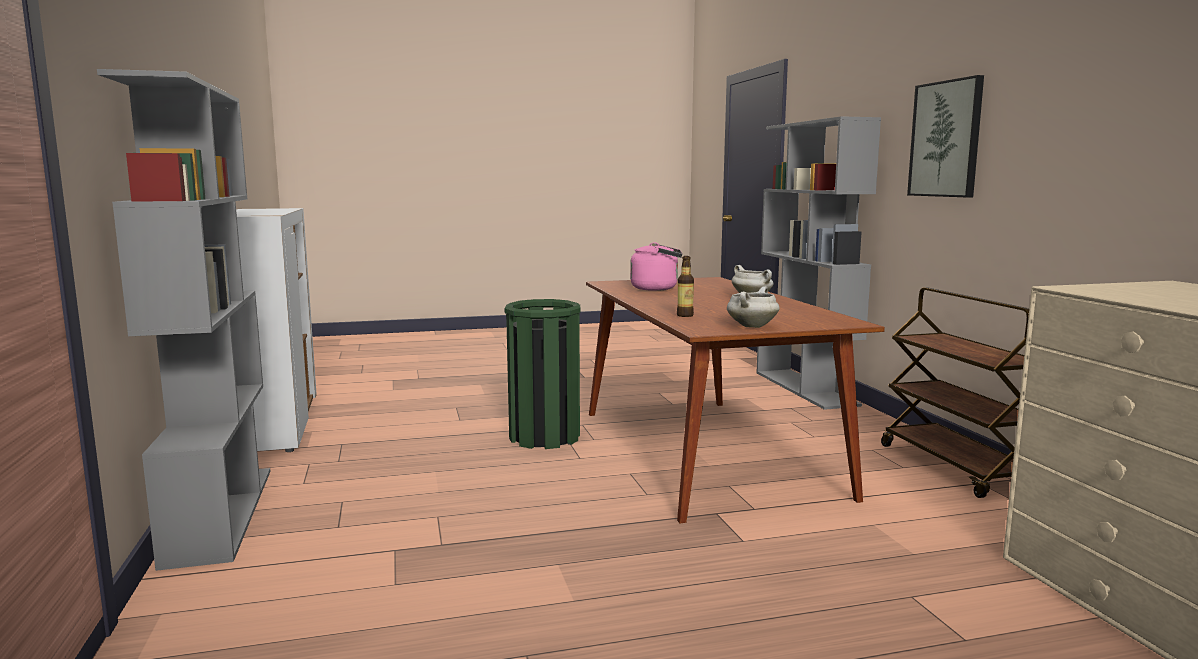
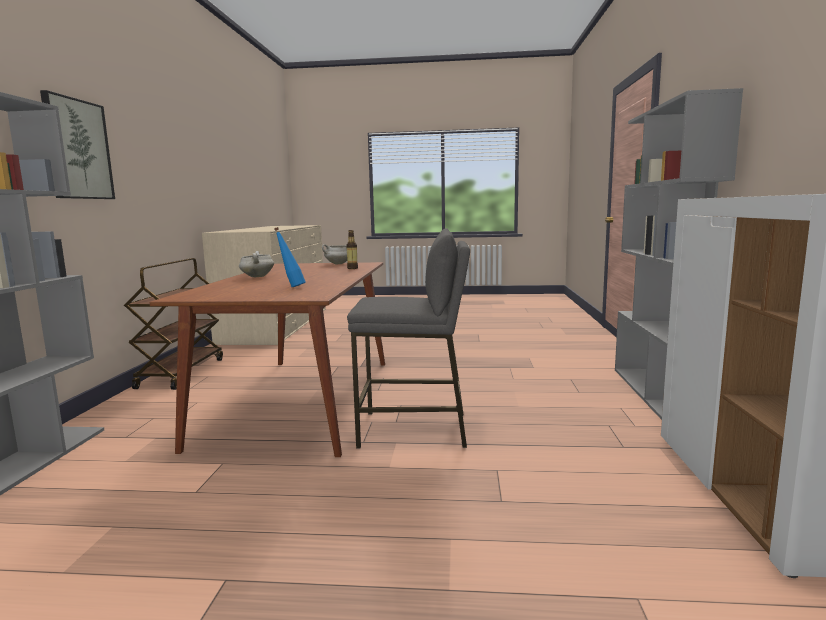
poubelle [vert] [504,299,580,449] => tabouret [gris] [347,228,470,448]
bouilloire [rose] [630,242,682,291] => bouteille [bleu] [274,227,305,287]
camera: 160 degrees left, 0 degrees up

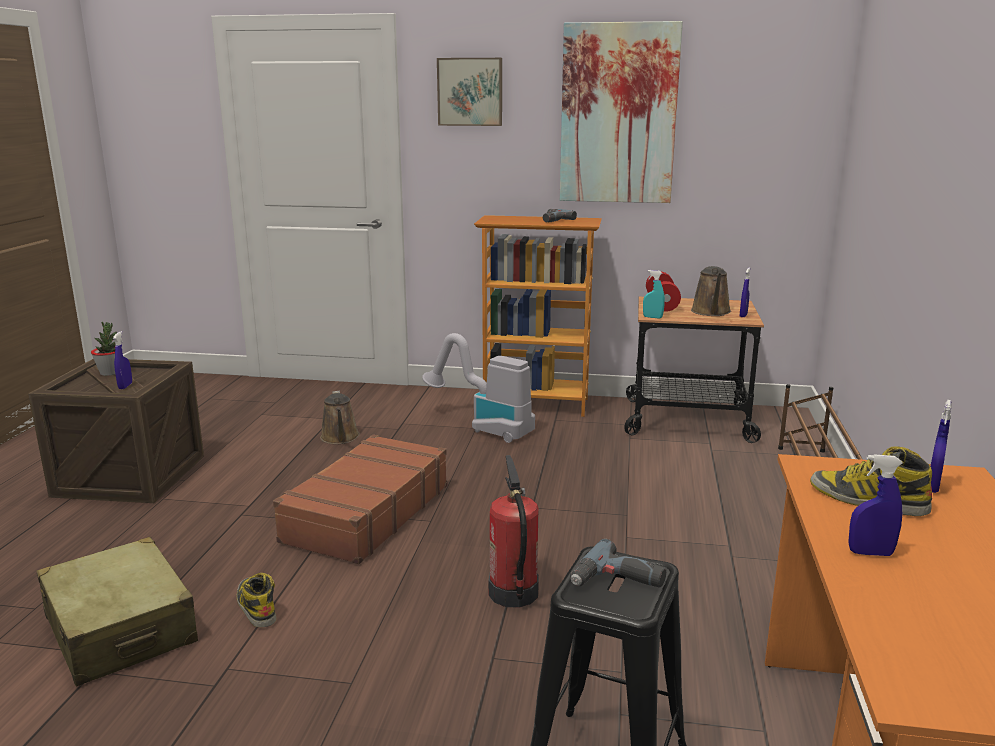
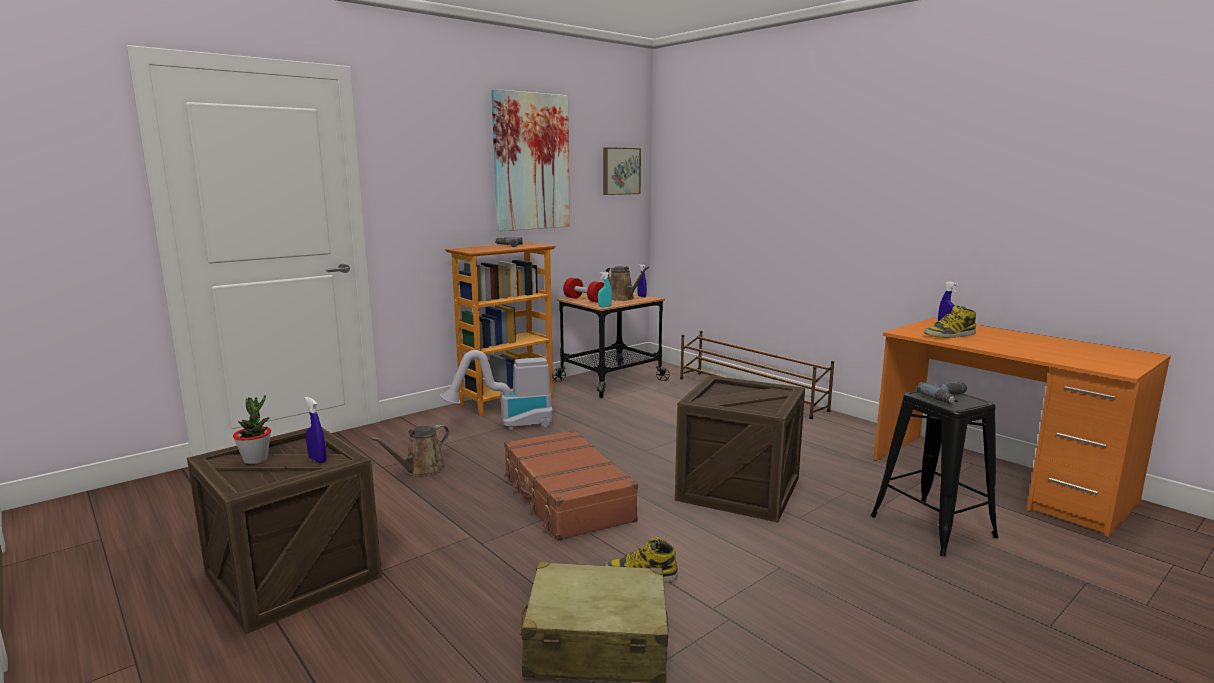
vaporisateur [bleu] [848,454,903,556] => nothing
tableau [437,58,502,126] => tableau [603,147,641,195], moved
extincteur [489,455,539,608] => caisse [675,375,805,522]
arrosoir [marron] [320,391,360,444] => arrosoir [marron] [371,424,449,477], 105 degrees clockwise
camera: 50 degrees left, 5 degrees down

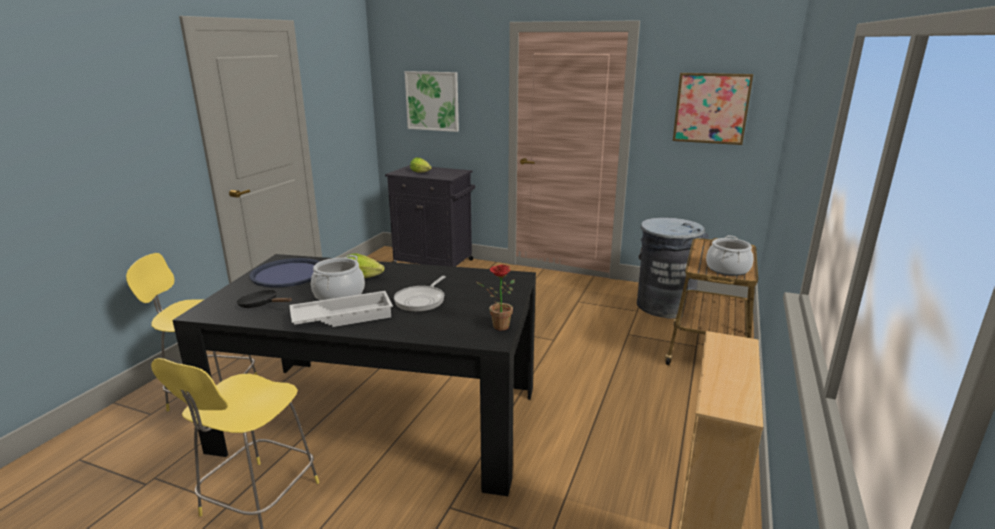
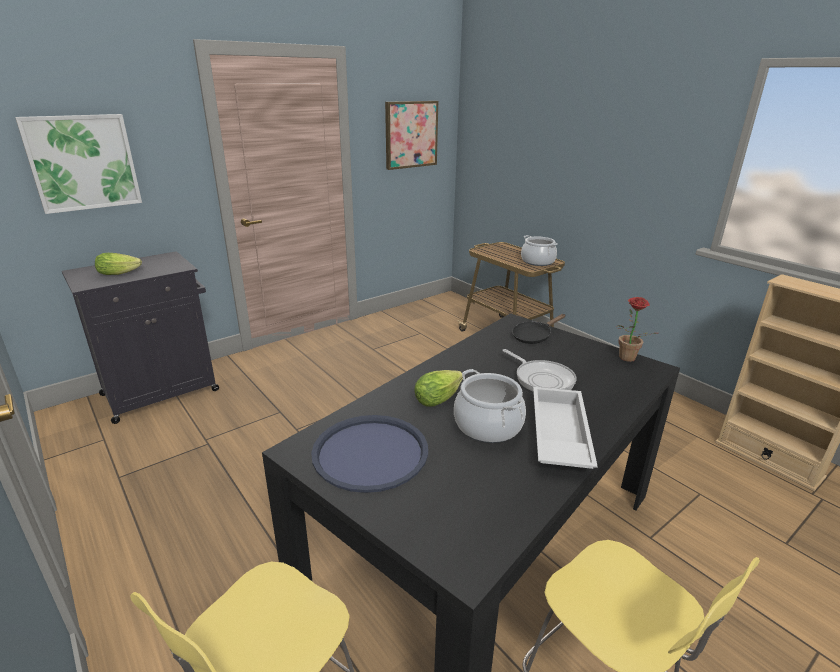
poubelle [gris] [637,218,709,319] => nothing
poêle [noir] [236,290,292,308] => poêle [noir] [512,314,566,344], moved
camera: 60 degrees left, 5 degrees up

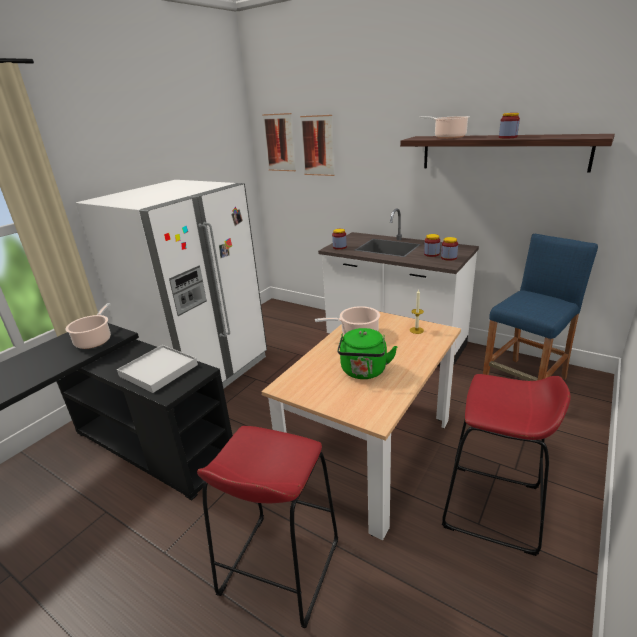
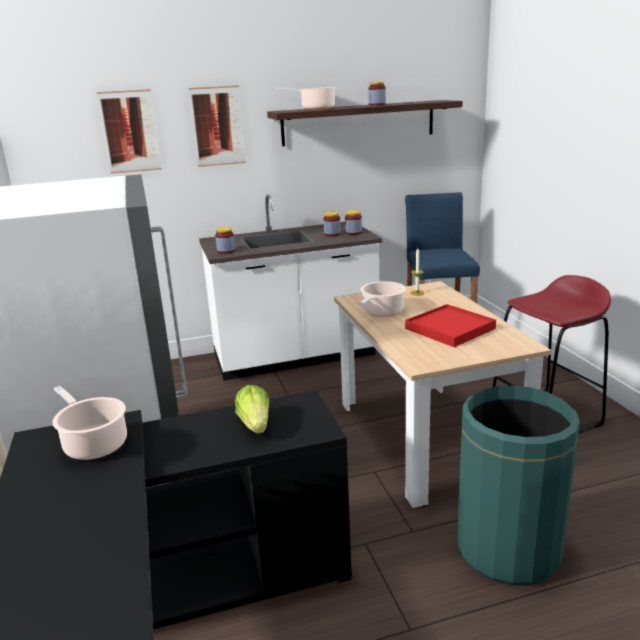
tableau [262,113,296,171] => tableau [189,85,246,167], moved
plateau [blanc] [117,345,198,393] => laitue [235,385,270,433]
tabouret [rouge] [197,426,338,628] => poubelle [vert] [457,386,580,585]
bouilloire [vert] [337,328,398,379] => plateau [rouge] [405,304,496,347]
camera: 50 degrees left, 5 degrees down

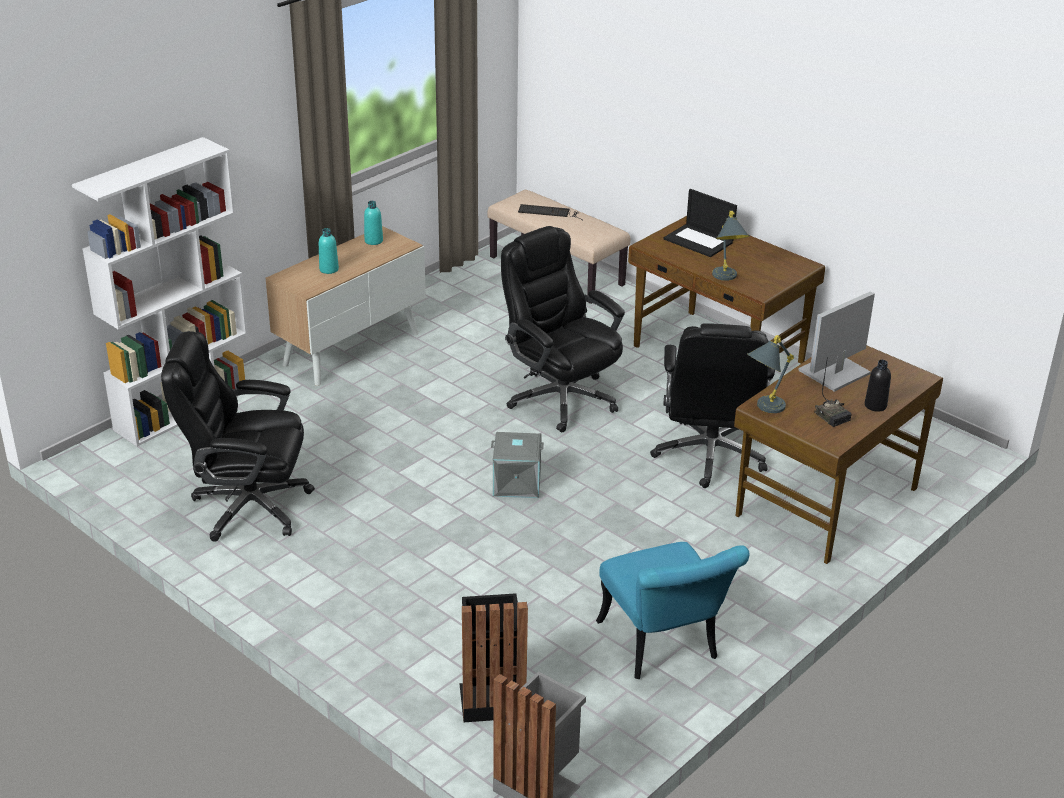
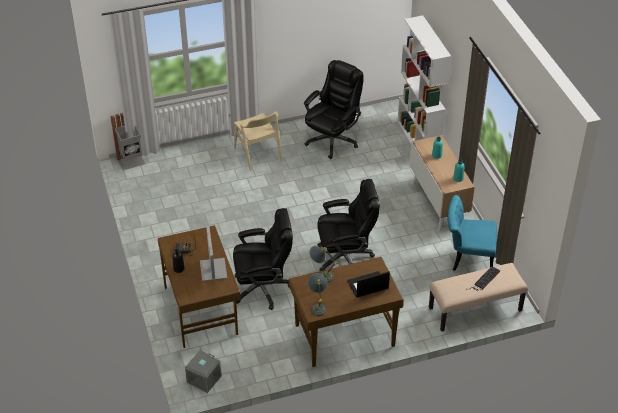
poubelle [noir] [459,593,528,722] => nothing
nothing => chaise [beige] [234,111,282,171]
boîte de rangement [gris] [491,432,544,498] => boîte de rangement [gris] [185,351,222,393], moved
chaise [turquoise] [596,542,749,679] => chaise [turquoise] [448,195,497,271], moved
lampe de table [gris] [747,335,794,413] => lampe de table [gris] [308,273,327,316], moved
chaise de bureau [noir] [650,323,775,488] => chaise de bureau [noir] [233,208,293,310], 135 degrees clockwise
camera: 120 degrees right, 10 degrees up

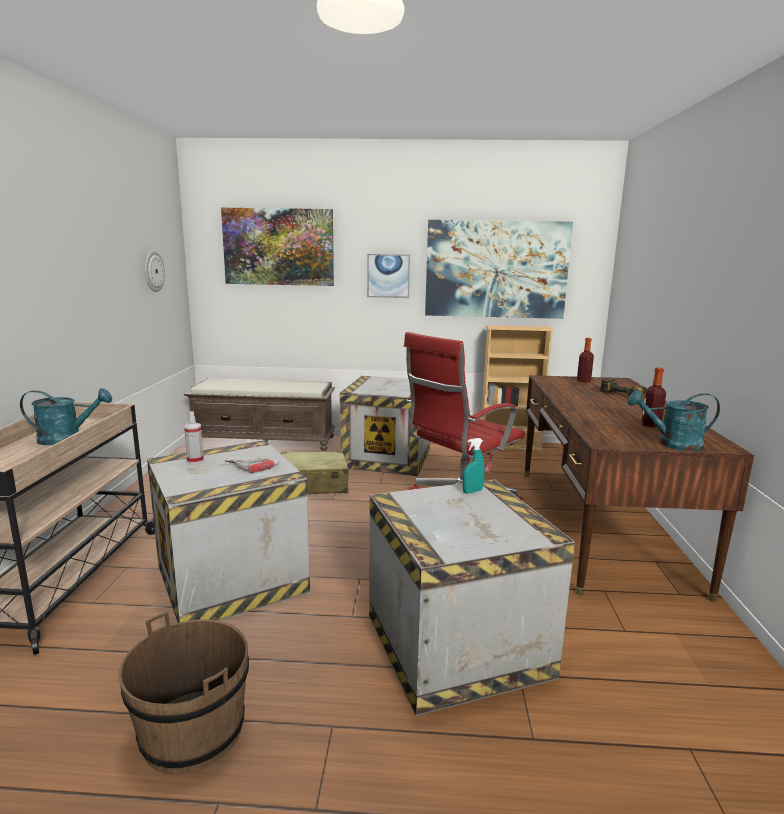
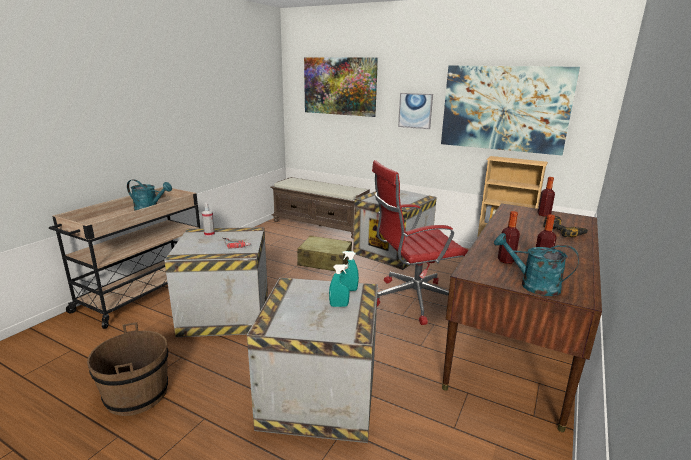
horloge murale [145,250,165,292] => nothing
nothing => vaporisateur [turquoise] [329,264,350,307]
nothing => bouteille [498,211,520,264]
camera: 25 degrees right, 5 degrees up

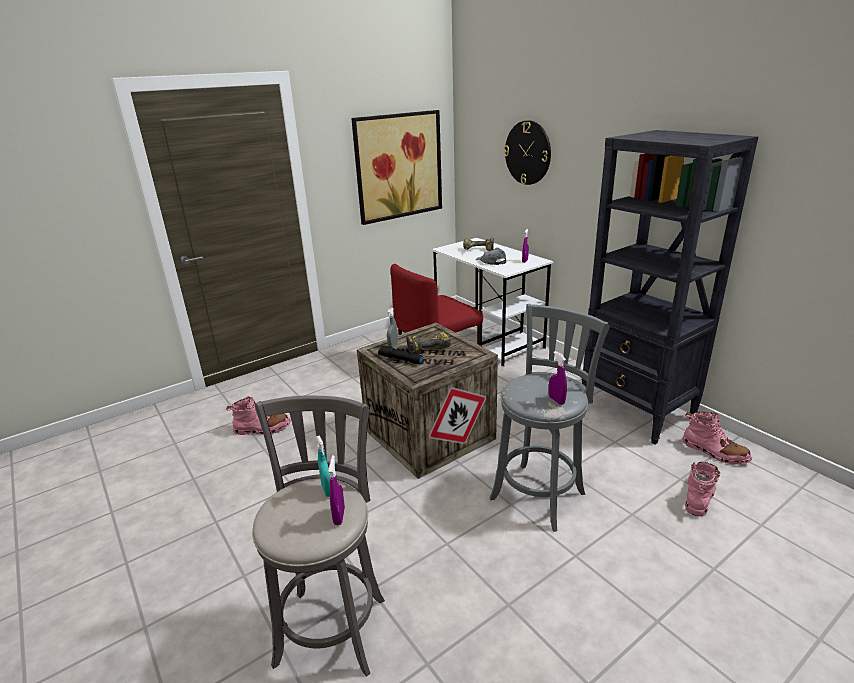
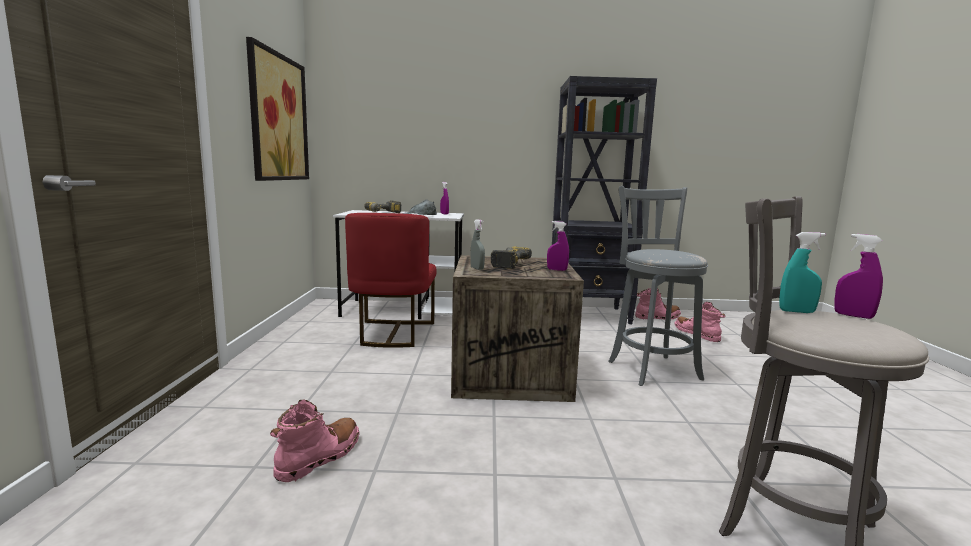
lampe de poche [noir] [378,345,423,364] => nothing
horloge murale [504,121,551,185] => nothing
vaporisateur [violet] [549,351,567,405] => vaporisateur [violet] [547,221,569,271], moved
camera: 55 degrees left, 15 degrees down

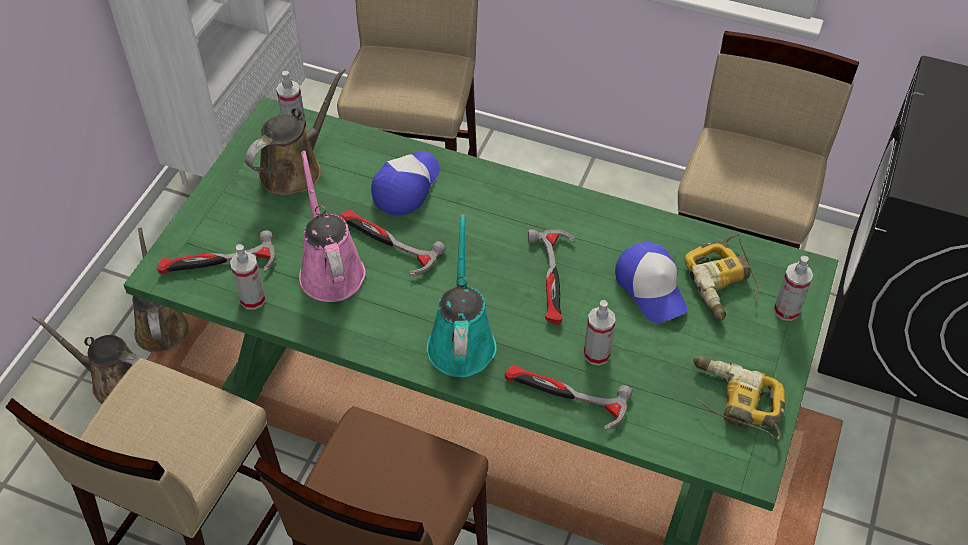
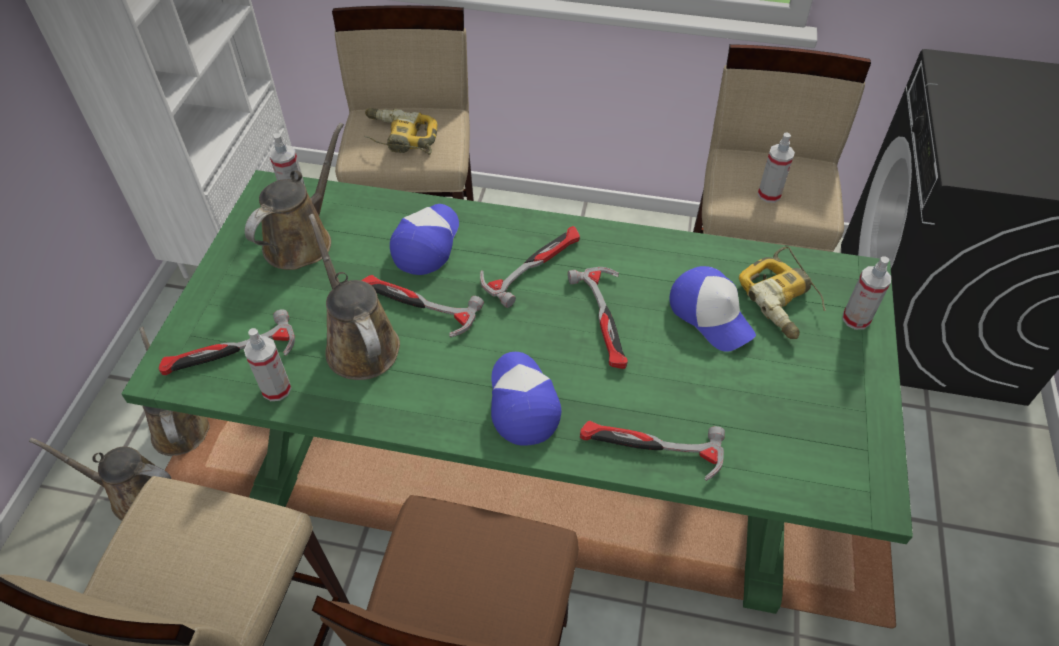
nothing => marteau [480,226,580,308]
vaporisateur [584,300,616,366] => vaporisateur [758,132,795,203], moved
perceuse [693,356,785,441] => perceuse [364,108,437,155], moved
arrosoir [turquoise] [427,214,497,377] => casquette [491,352,561,446]
arrosoir [rose] [299,151,366,302] => arrosoir [marron] [309,214,400,380]
camera: 10 degrees left, 0 degrees up

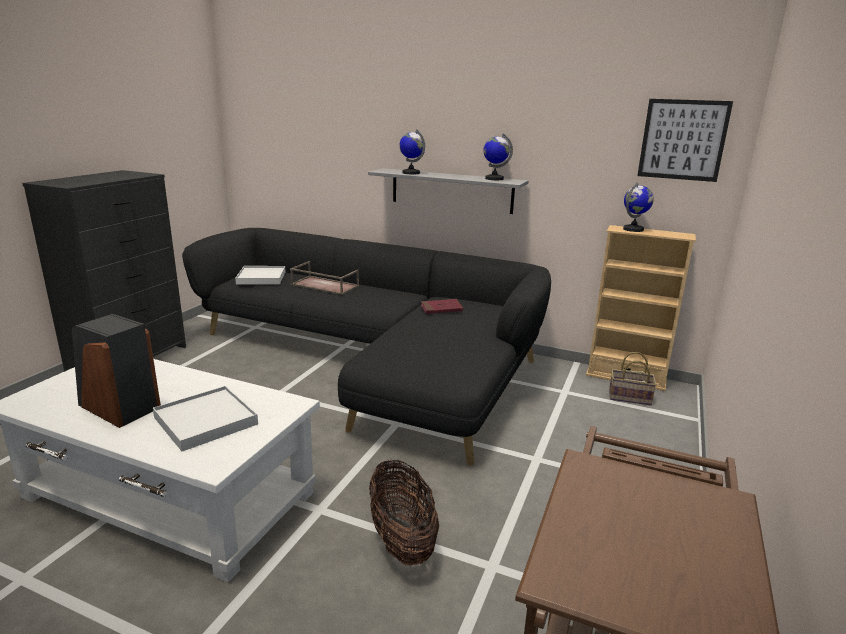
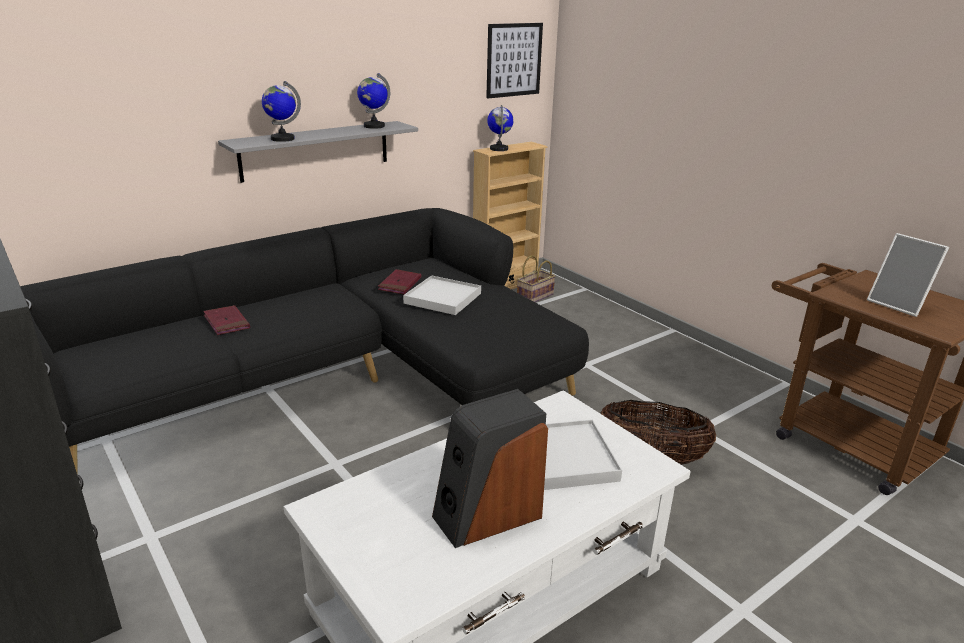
nothing => cadre photo [867,233,949,317]
plateau [blanc] [235,266,285,284] => plateau [blanc] [403,275,481,315], moved
plateau [marron] [290,261,359,295] => livre [rouge] [203,305,250,335]
camera: 60 degrees left, 5 degrees up

